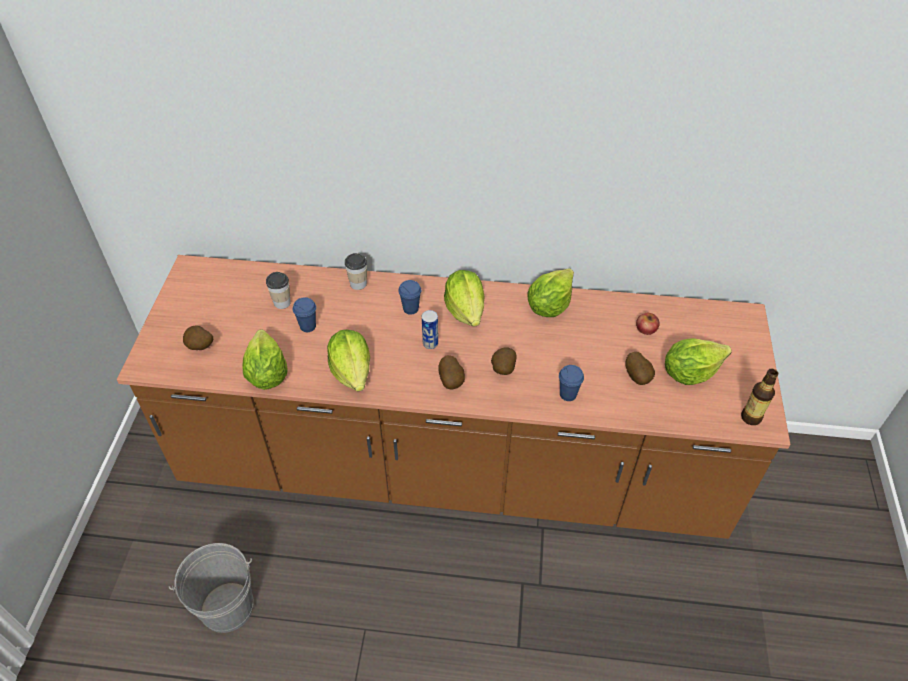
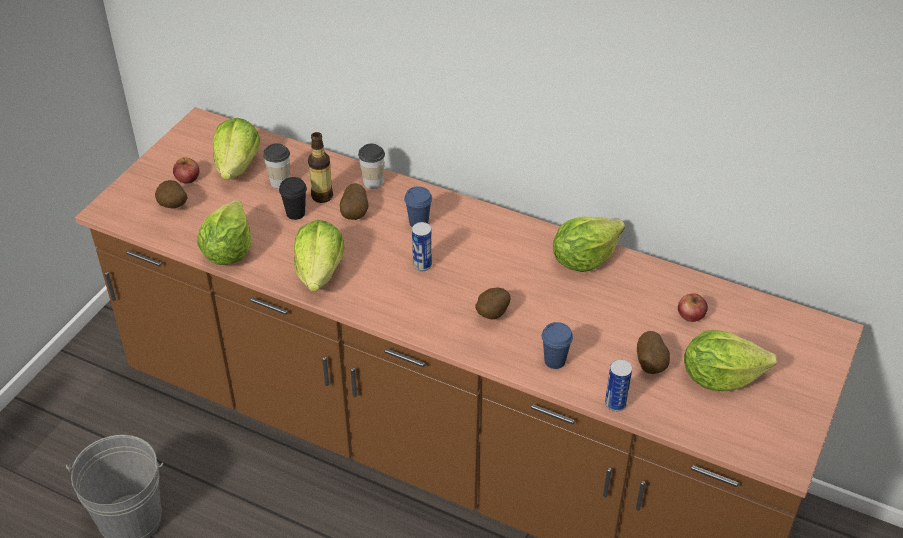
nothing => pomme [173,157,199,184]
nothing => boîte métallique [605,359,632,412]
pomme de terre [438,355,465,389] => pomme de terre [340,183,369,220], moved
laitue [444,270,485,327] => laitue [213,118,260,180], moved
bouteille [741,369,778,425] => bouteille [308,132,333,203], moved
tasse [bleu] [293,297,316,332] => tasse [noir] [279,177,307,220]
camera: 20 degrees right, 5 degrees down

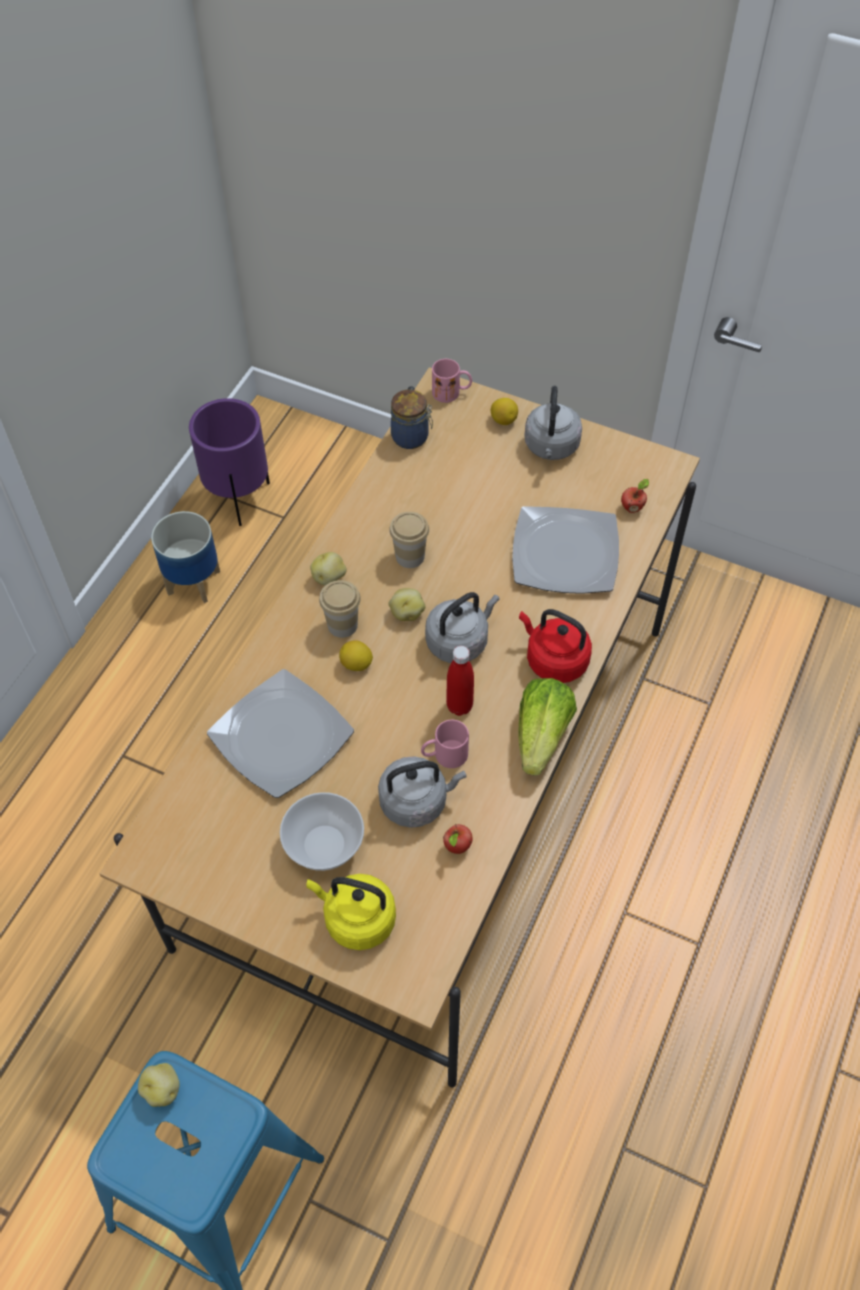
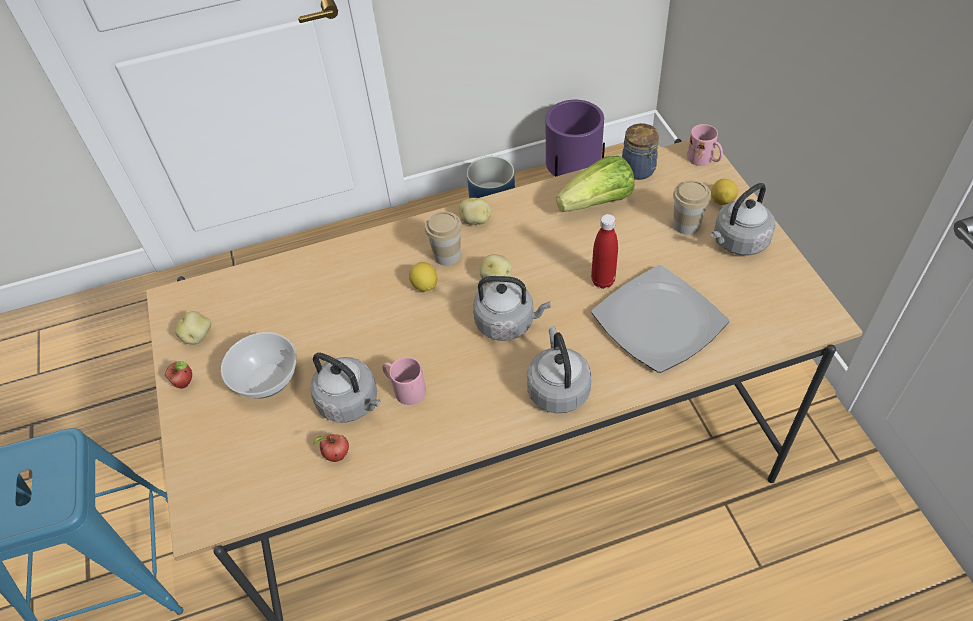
assiette [207,669,354,798] => nothing
bouilloire [jaune] [307,874,396,950] => nothing
pomme de terre [138,1063,180,1107] => pomme de terre [175,311,211,344], moved
tasse [389,512,429,568] => tasse [673,180,711,235], moved
bouteille [rouge] [446,646,474,716] => bouteille [rouge] [591,214,618,289], moved
laitue [519,678,577,776] => laitue [556,156,634,212], moved
pomme [621,479,649,513] => pomme [164,361,192,389], moved
bouilloire [rouge] [519,609,592,683] => bouilloire [gris] [527,326,592,413]
camera: 50 degrees right, 5 degrees down

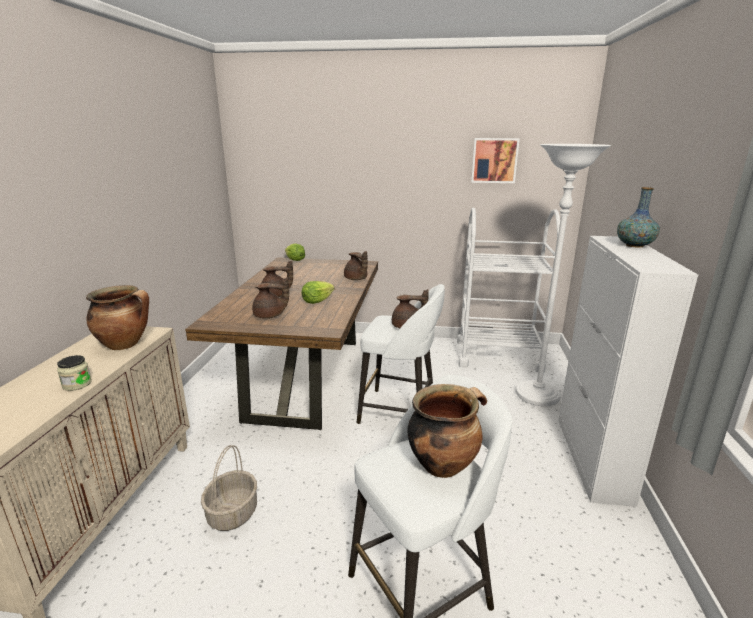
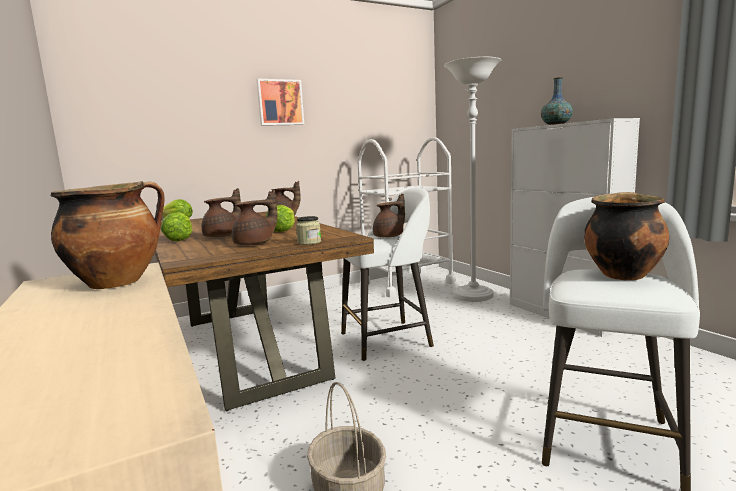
nothing => laitue [161,212,193,241]
bocal [57,355,92,391] => bocal [296,216,321,245], moved
tableau [471,138,520,183] => tableau [256,79,304,126], moved
camera: 35 degrees left, 10 degrees down

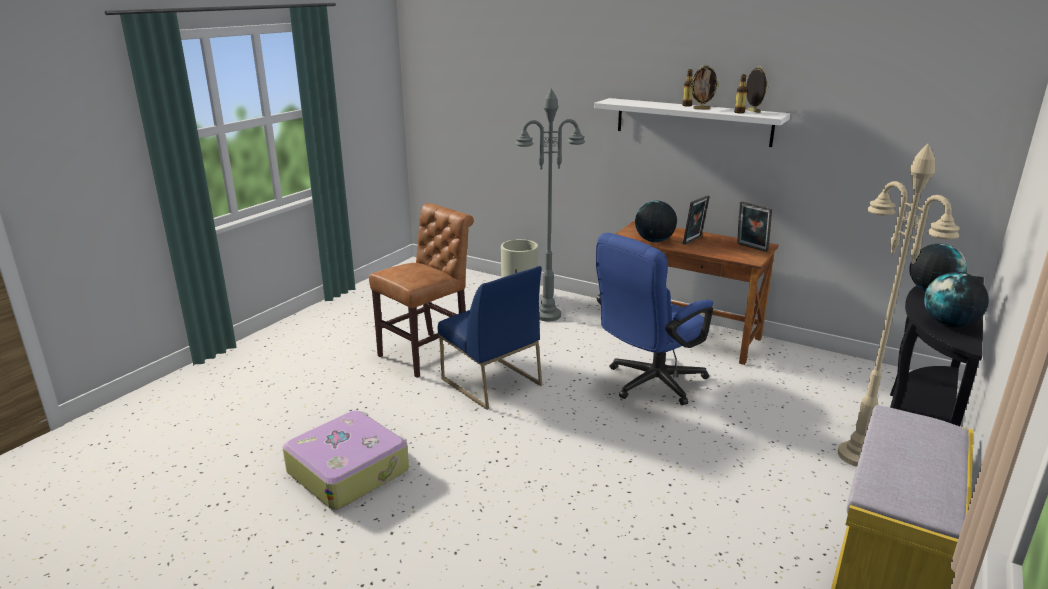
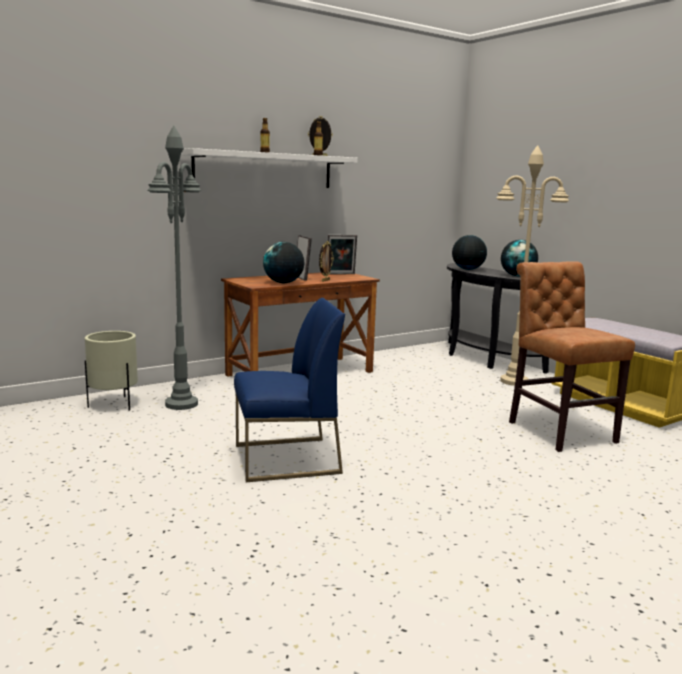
valise [283,411,409,510] => nothing
chaise de bureau [bleu] [596,233,713,405] => nothing
chaise [marron] [369,203,474,378] => chaise [marron] [509,261,635,452], moved
cadre photo [690,64,719,109] => cadre photo [319,241,334,282], moved
camera: 65 degrees left, 10 degrees down

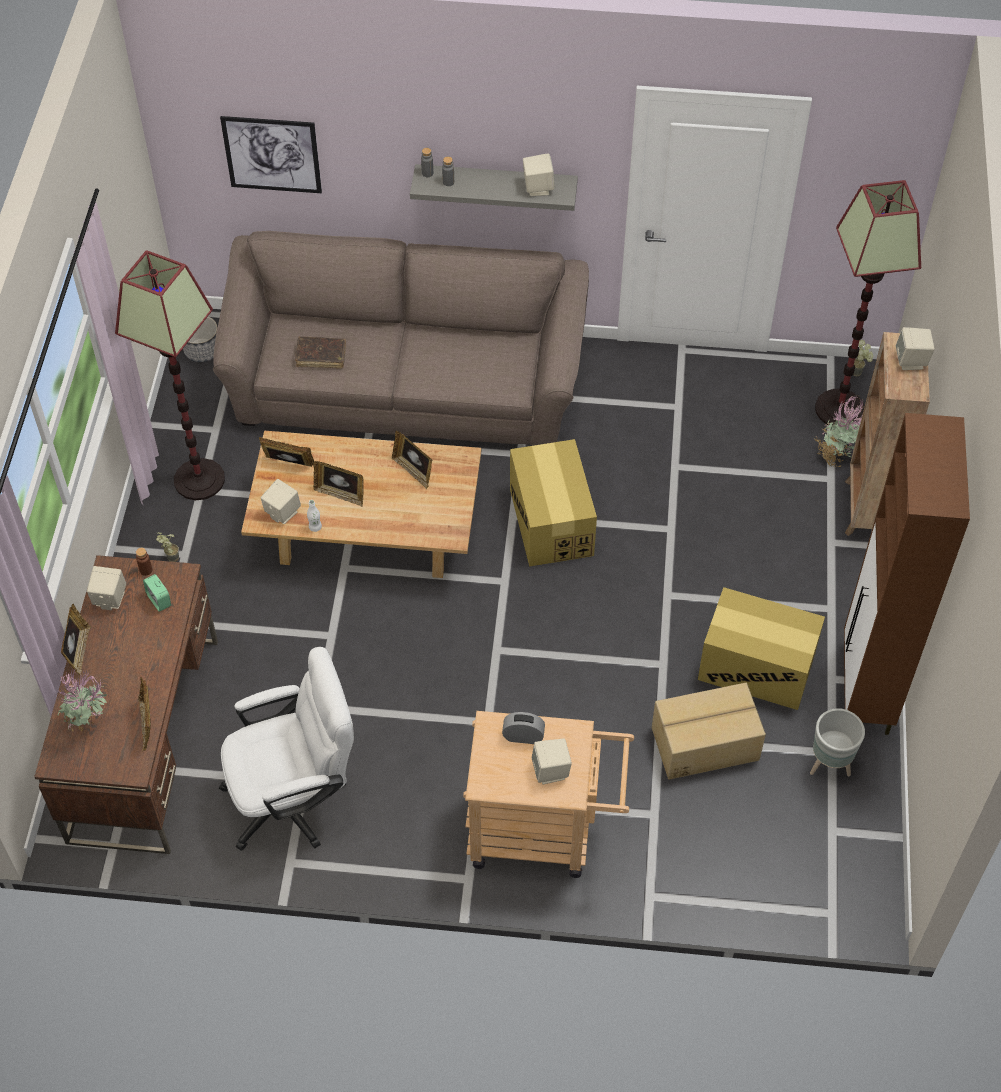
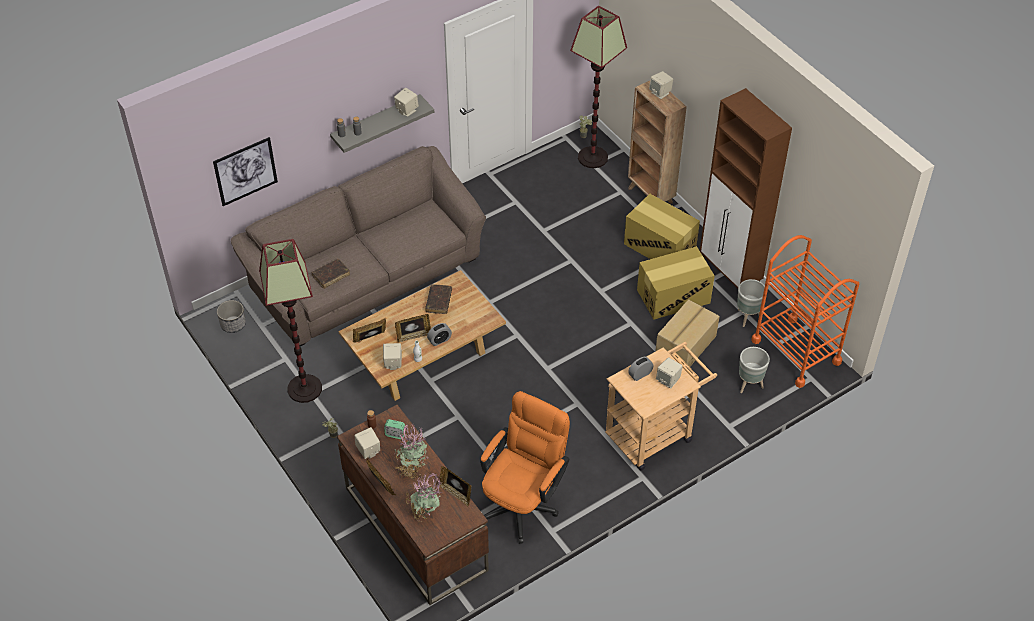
nothing => réveil [427,323,452,346]
nothing => cache-pot [gris] [739,347,770,393]
nothing => chariot [orange] [751,235,859,388]
carton [510,439,597,567] => carton [624,194,700,259], moved
plante en pot [814,395,863,467] => plante en pot [394,424,428,479], moved
cadre photo [392,431,432,489] => livre [marron] [425,284,452,314]
chaise de bureau [blanc] [219,647,354,851] => chaise de bureau [orange] [480,391,570,544]
camera: 40 degrees left, 5 degrees down

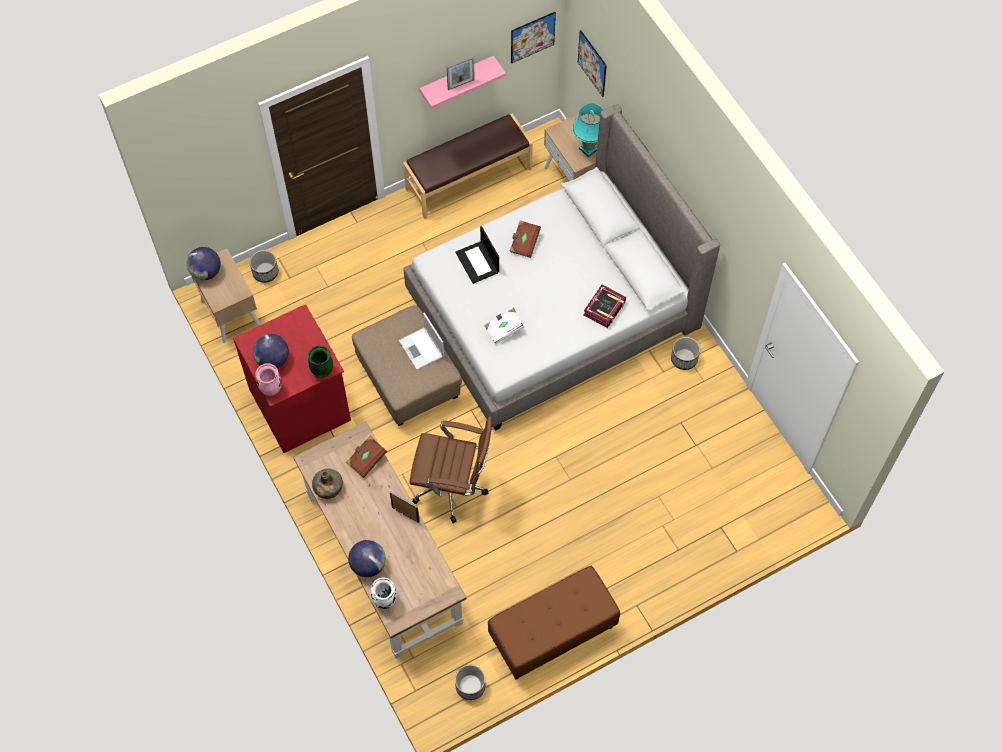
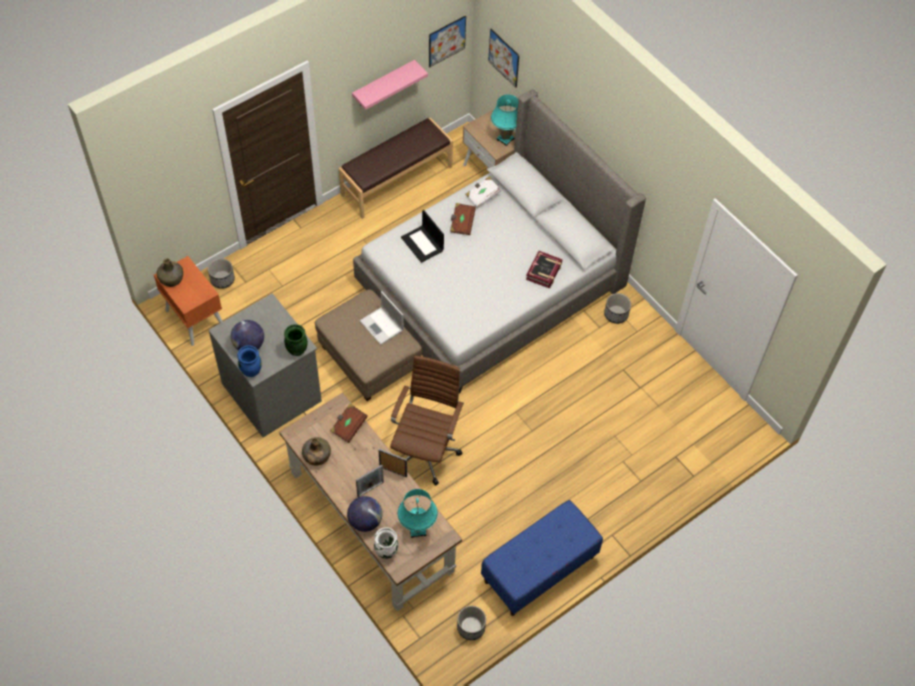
nothing => lampe de table [turquoise] [397,489,438,538]
cadre photo [447,57,475,90] => cadre photo [356,465,384,497], moved
livre [blanc] [484,308,524,344] => livre [blanc] [466,176,501,209], moved
globe [187,247,221,280] => bouteille [vert] [157,258,183,287]
table de chevet [beige] [191,248,261,343] => table de chevet [orange] [154,256,223,346]
commode [rouge] [233,304,351,453] => commode [gris] [209,293,322,437]
vase [rose] [256,363,282,396] => vase [bleu] [237,345,262,377]
banc [marron] [488,565,620,680] => banc [bleu] [481,500,603,616]
chaise de bureau [marron] [409,416,492,523] => chaise de bureau [marron] [390,356,464,485], 75 degrees counterclockwise
camera: 10 degrees left, 5 degrees down

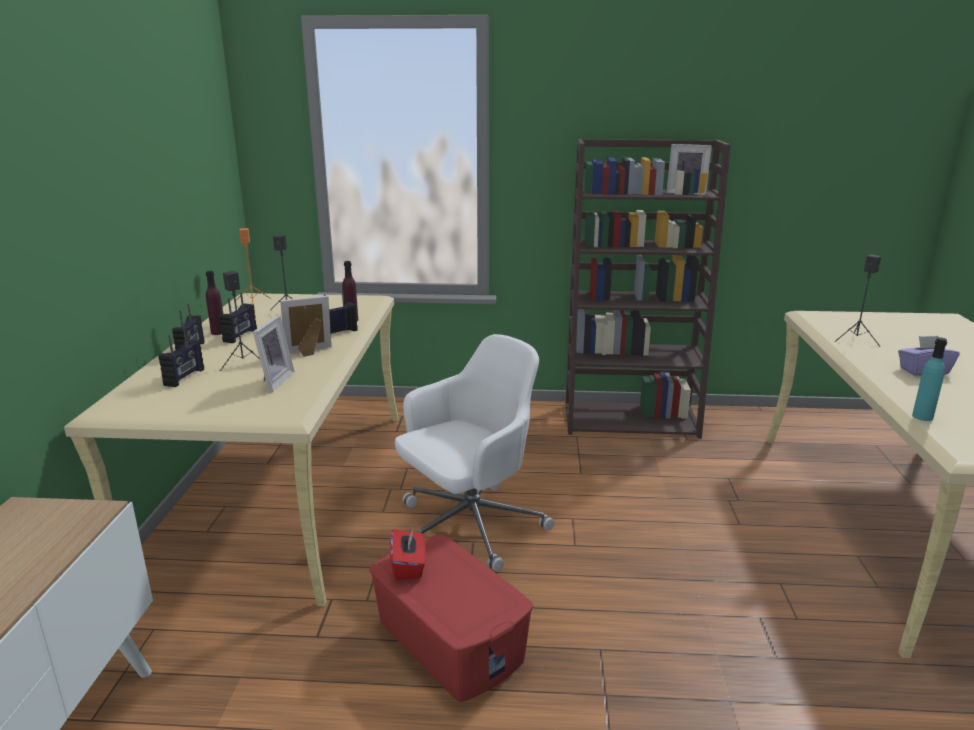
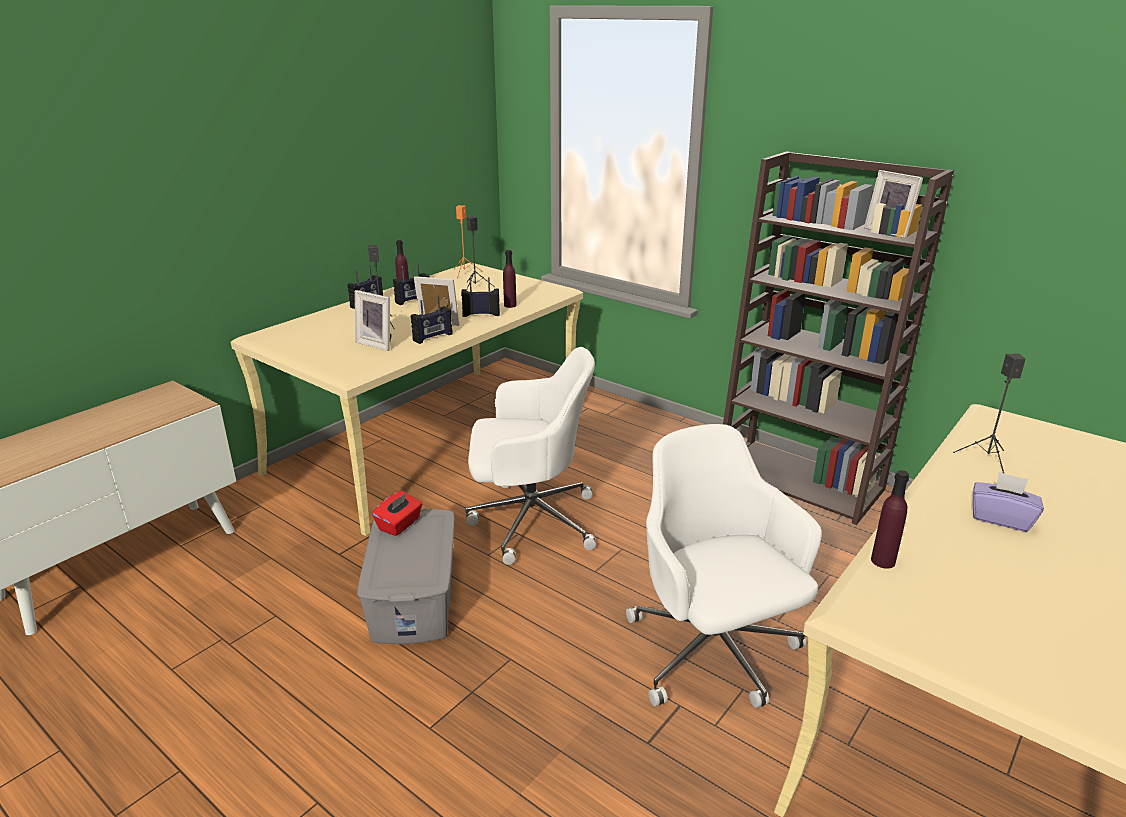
nothing => chaise de bureau [blanc] [626,424,822,708]
radio [158,327,204,387] => radio [411,296,453,344], moved
boîte de rangement [rouge] [370,534,534,702] => boîte de rangement [gris] [357,508,455,644]
bouteille [turquoise] [912,337,947,421] => bouteille [violet] [871,470,909,569]
cadre photo [253,315,295,393] => cadre photo [355,290,392,351], 75 degrees clockwise
camera: 35 degrees right, 5 degrees up

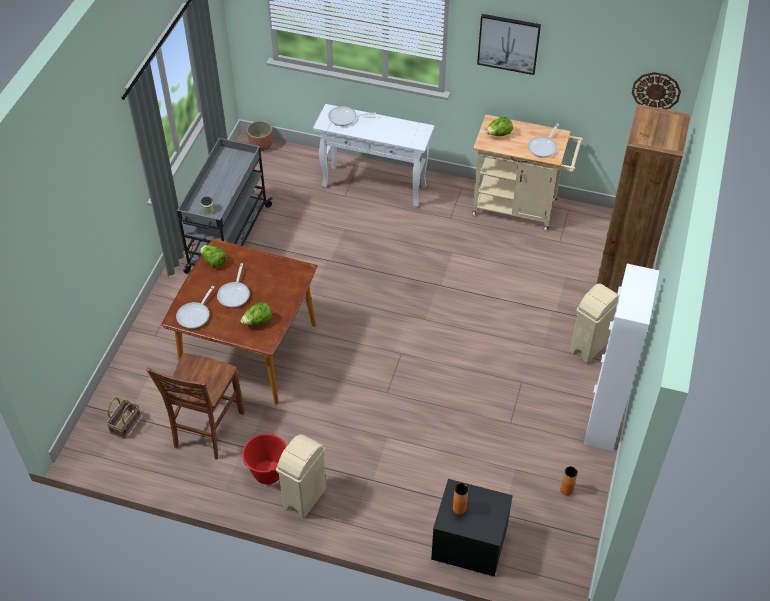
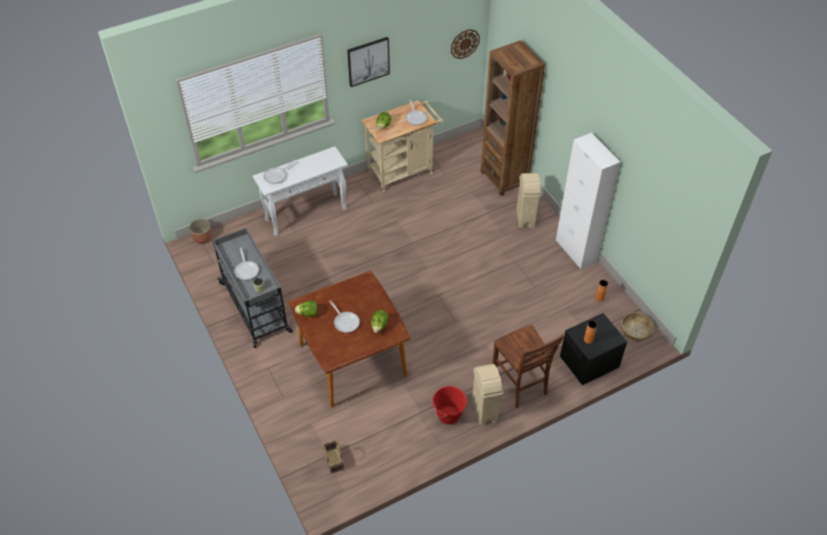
nothing => panier [622,312,654,342]
chaise [marron] [146,353,245,459] => chaise [marron] [492,325,565,408], moved
poêle [176,286,214,329] => poêle [234,248,259,280], moved
camera: 45 degrees left, 0 degrees up

